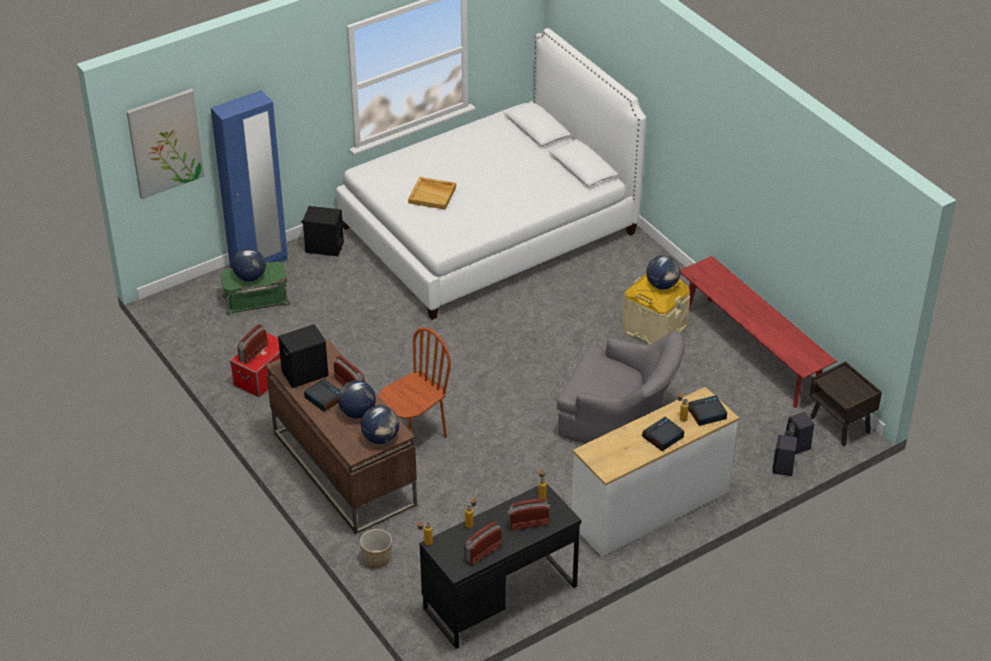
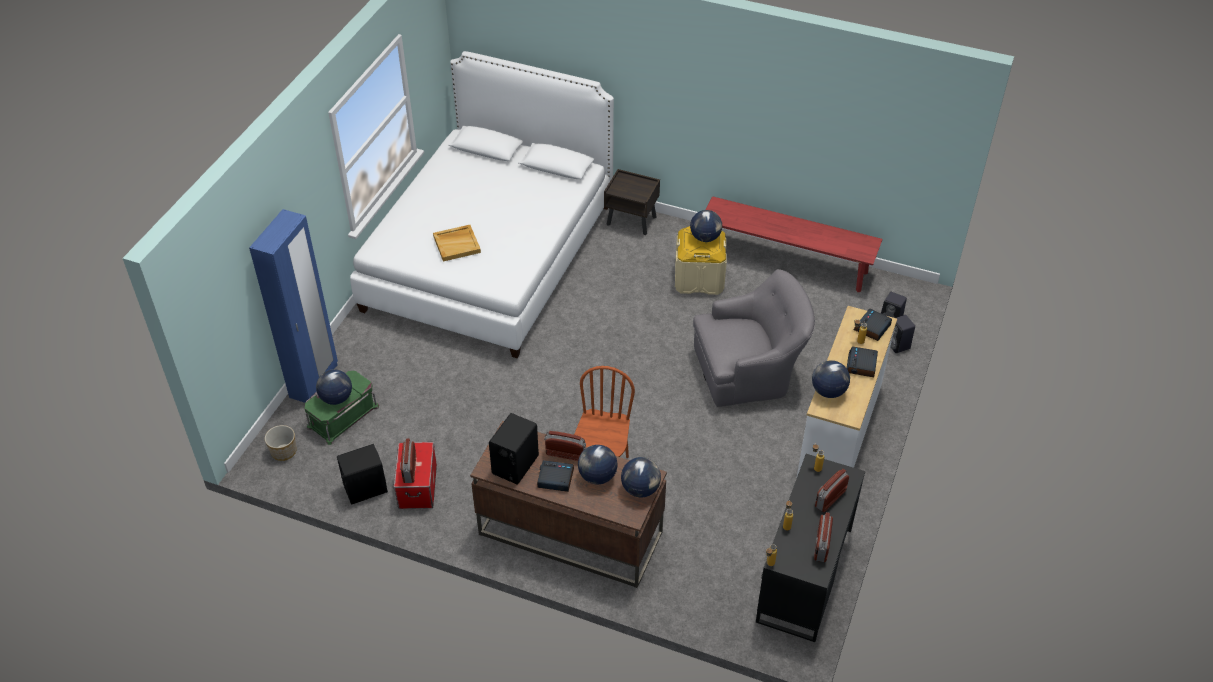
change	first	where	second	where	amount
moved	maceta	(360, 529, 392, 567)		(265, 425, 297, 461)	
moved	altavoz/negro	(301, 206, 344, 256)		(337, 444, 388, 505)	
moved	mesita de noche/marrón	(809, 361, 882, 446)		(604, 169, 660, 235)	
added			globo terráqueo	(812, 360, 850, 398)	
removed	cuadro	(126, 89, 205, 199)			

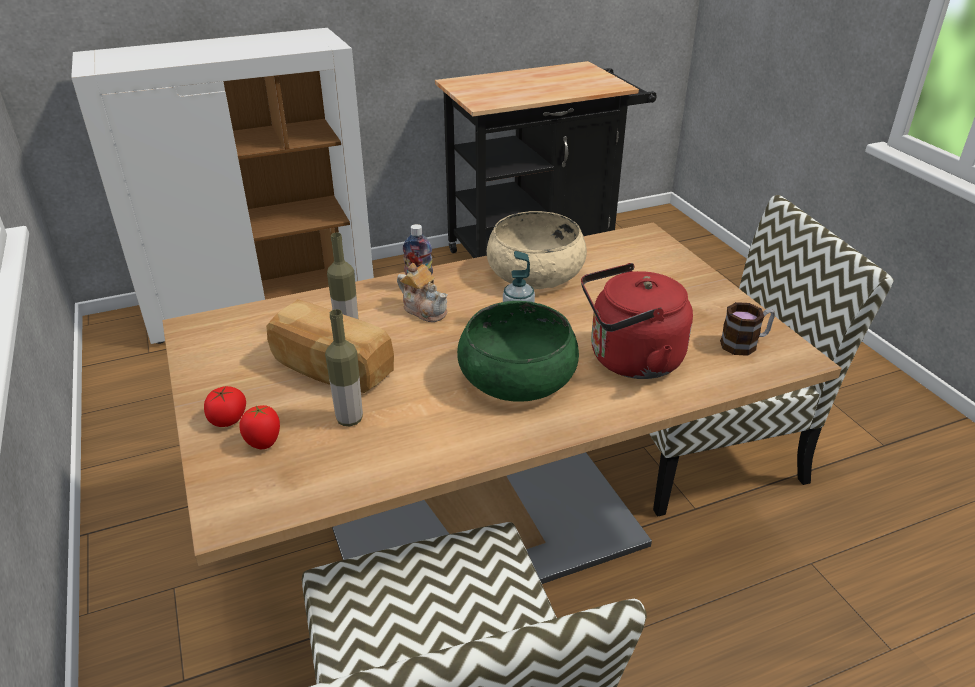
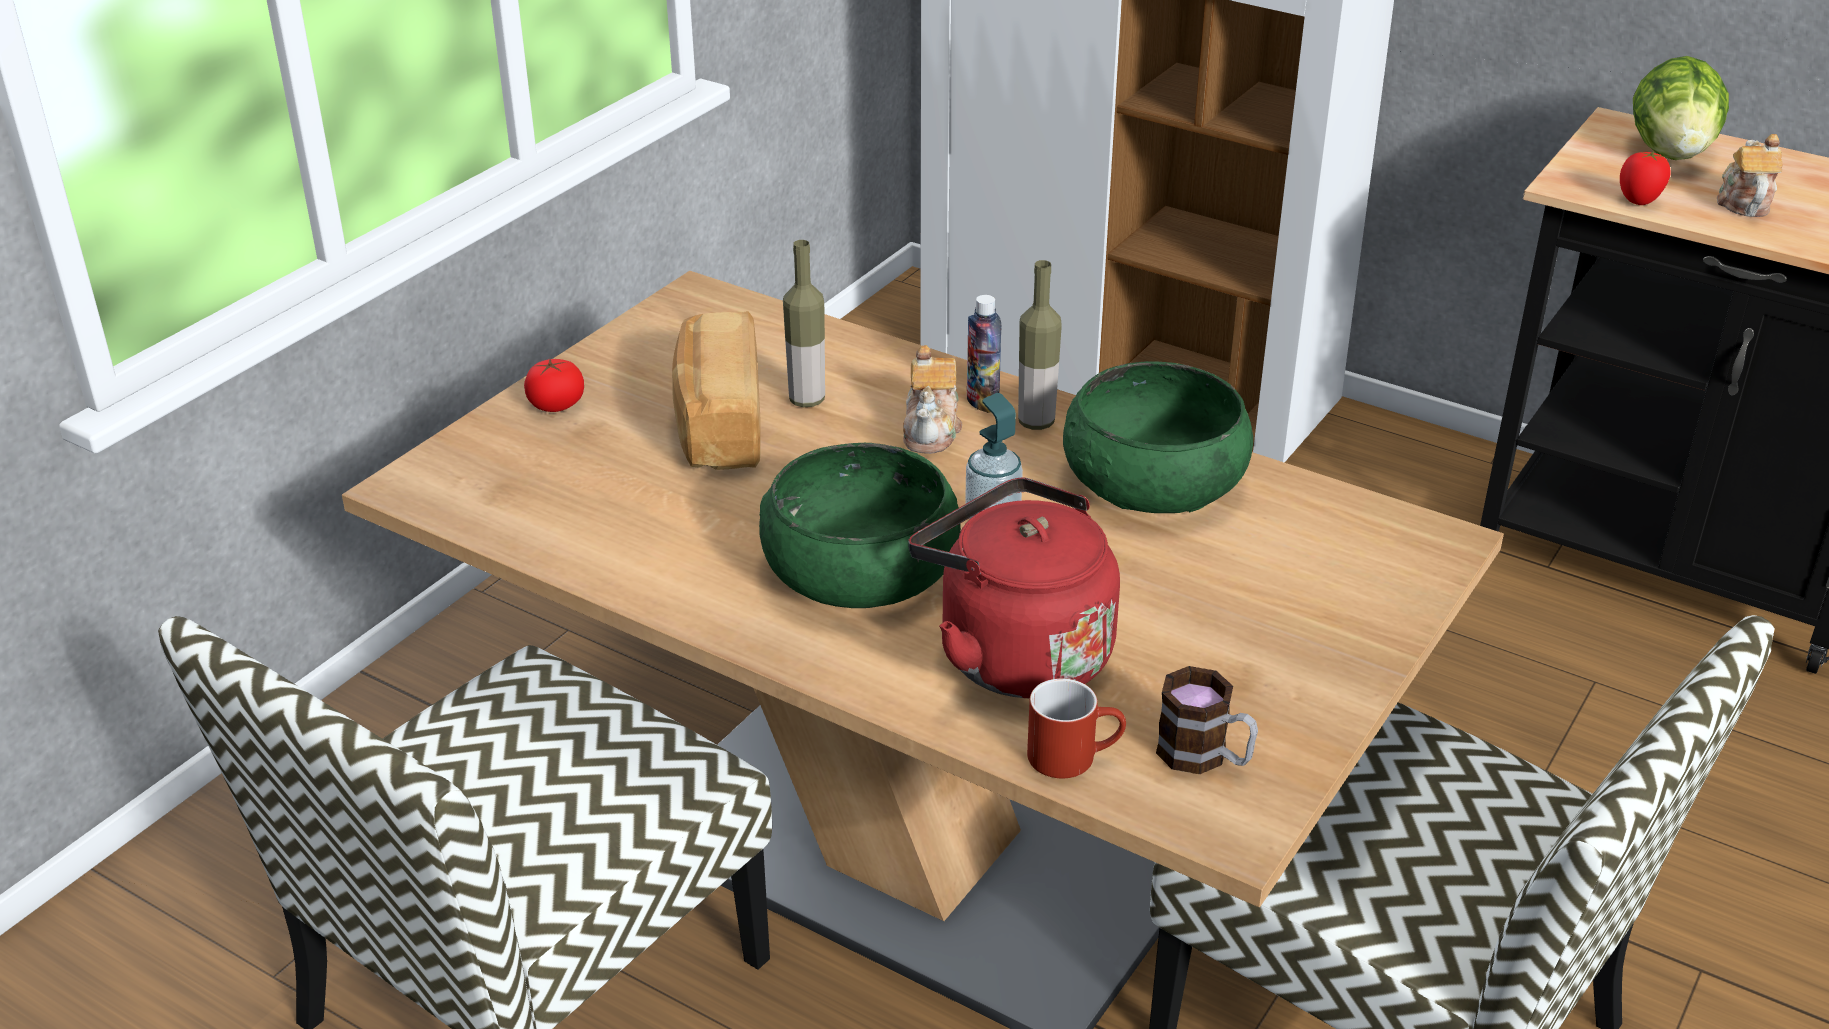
change	first	where	second	where	amount
moved	botella	(325, 309, 363, 426)		(1018, 260, 1062, 430)	
added			taza grande/rojo	(1027, 678, 1126, 778)	
recoloured	cuenco/beis	(487, 211, 587, 289)	cuenco/verde	(1063, 361, 1253, 513)	
moved	tomate	(239, 405, 280, 449)		(1620, 151, 1671, 205)	
added			lechuga	(1633, 56, 1729, 160)	
added			tetera	(1717, 134, 1782, 217)	

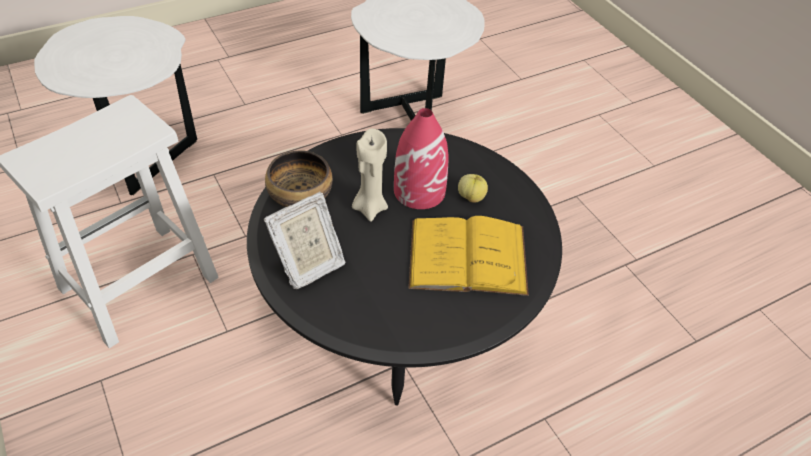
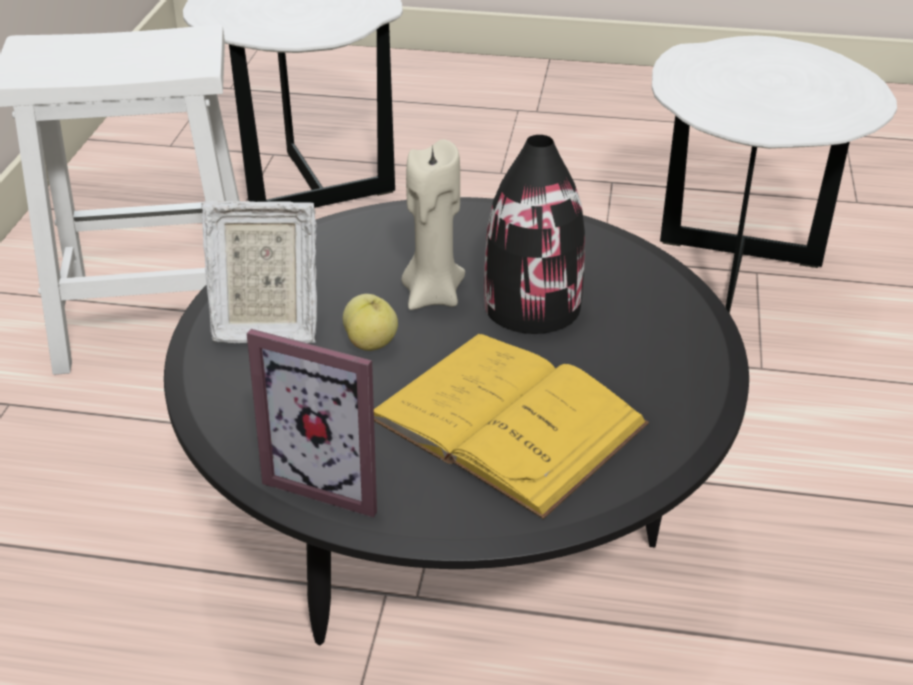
change	first	where	second	where	amount
added			portarretratos	(247, 329, 377, 518)	
moved	manzana	(458, 174, 488, 203)		(343, 294, 398, 351)	
recoloured	florero/rojo	(394, 108, 449, 209)	florero/negro	(484, 135, 585, 334)	
removed	cuenco	(265, 150, 333, 207)			

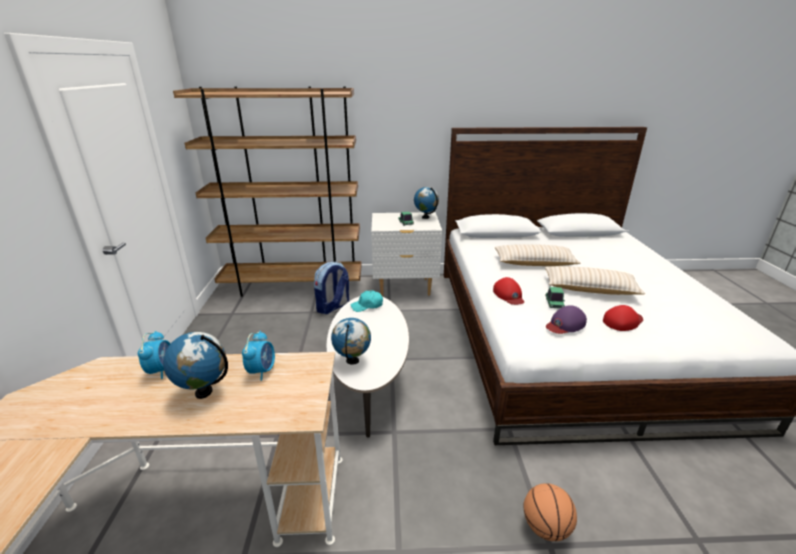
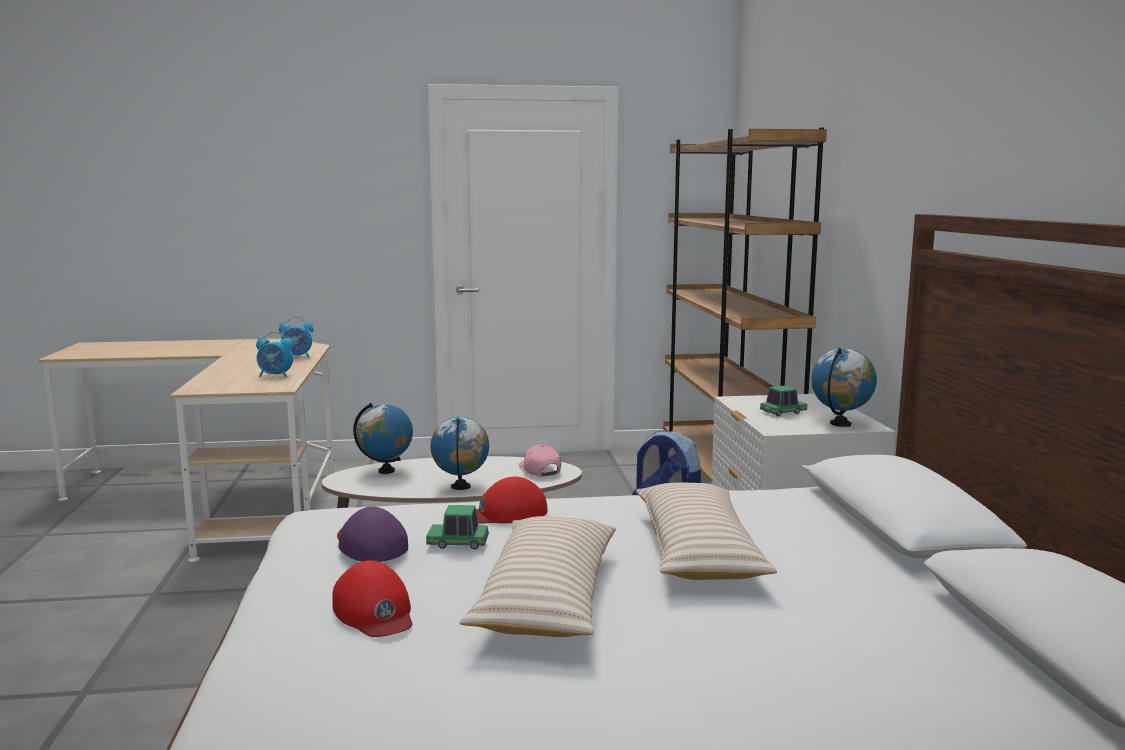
change	first	where	second	where	amount
moved	globo terráqueo	(163, 332, 228, 399)		(431, 417, 489, 490)	
recoloured	gorra/turquesa	(351, 291, 383, 312)	gorra/rosa	(519, 445, 561, 477)	
removed	balón de baloncesto	(523, 483, 577, 541)			

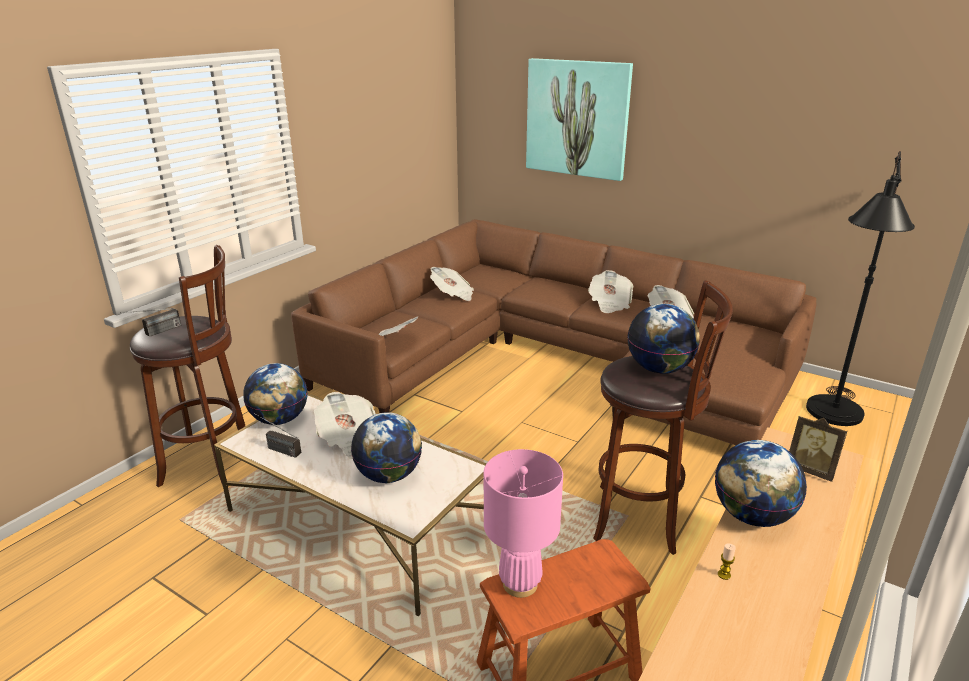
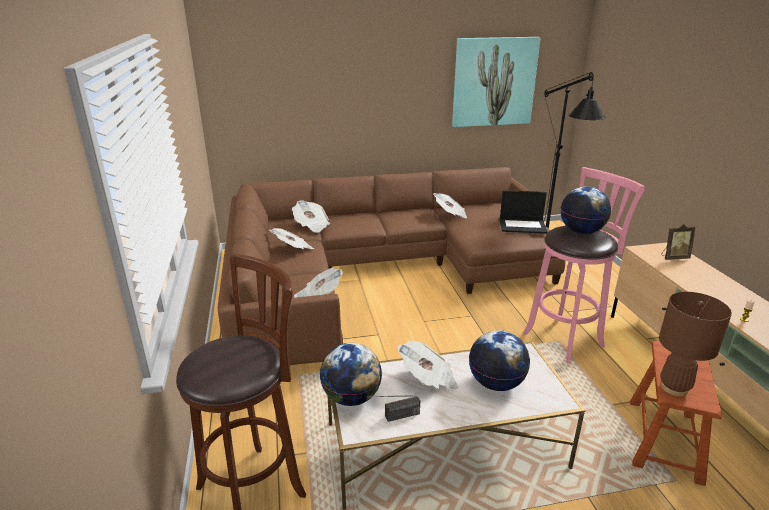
change	first	where	second	where	amount
moved	periódico	(588, 270, 633, 313)		(292, 200, 330, 233)	
moved	cuadro	(526, 58, 633, 181)		(452, 37, 541, 127)	
added			portátil	(500, 190, 548, 234)	
recoloured	taburete/marrón	(593, 280, 733, 555)	taburete/rosa	(523, 167, 645, 363)	
recoloured	lámpara de mesa/rosa	(484, 449, 563, 598)	lámpara de mesa/marrón	(659, 292, 732, 397)	
removed	radio	(120, 308, 181, 337)			
removed	globo terráqueo	(715, 440, 807, 527)			

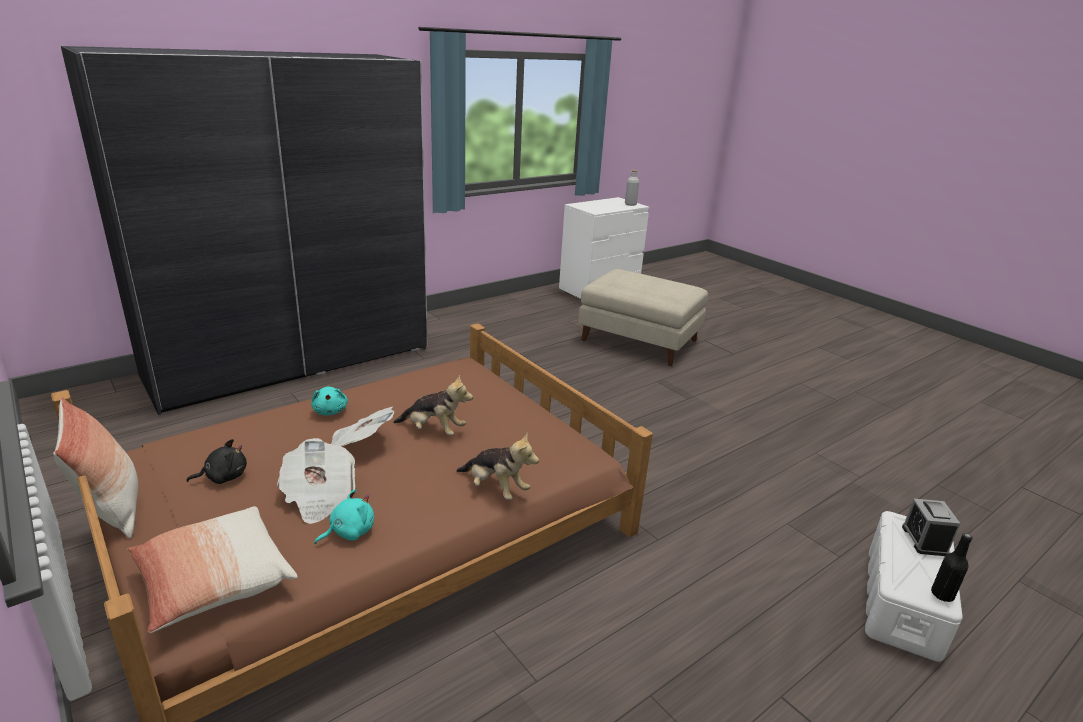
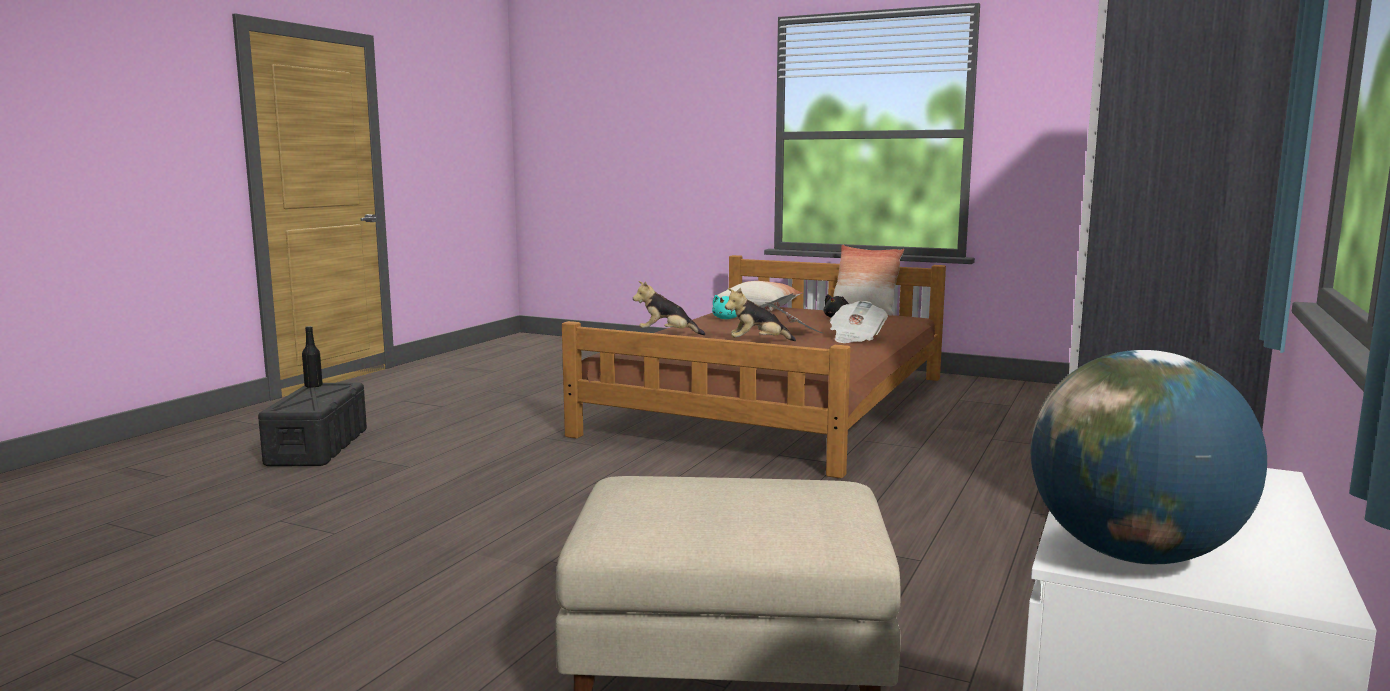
change	first	where	second	where	amount
recoloured	caja de almacenaje/blanco	(865, 511, 963, 662)	caja de almacenaje/negro	(258, 383, 367, 466)	
replaced	peluche/turquesa	(311, 387, 348, 415)	periódico	(829, 301, 888, 343)	
replaced	botella/gris	(625, 170, 639, 206)	globo terráqueo	(1031, 350, 1267, 564)	
removed	despertador	(902, 499, 961, 556)			

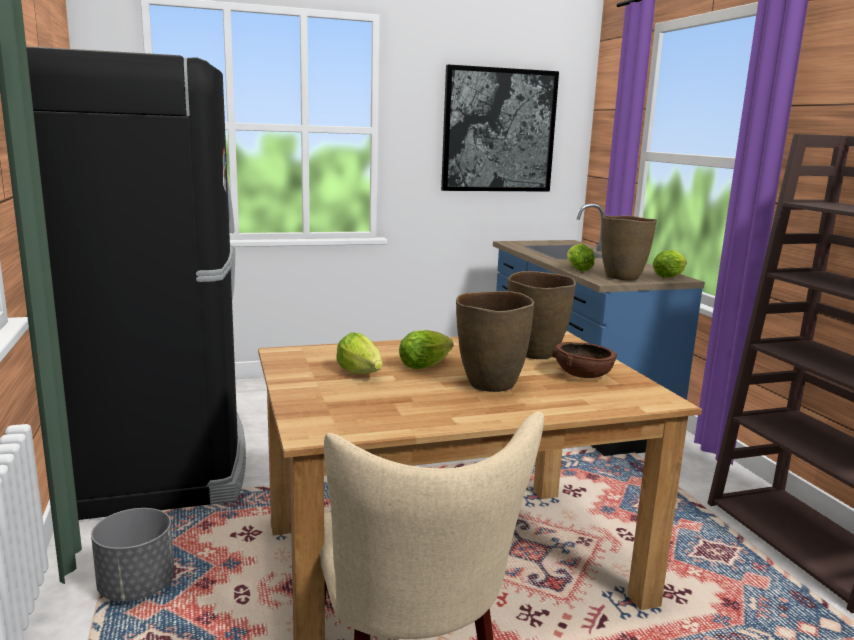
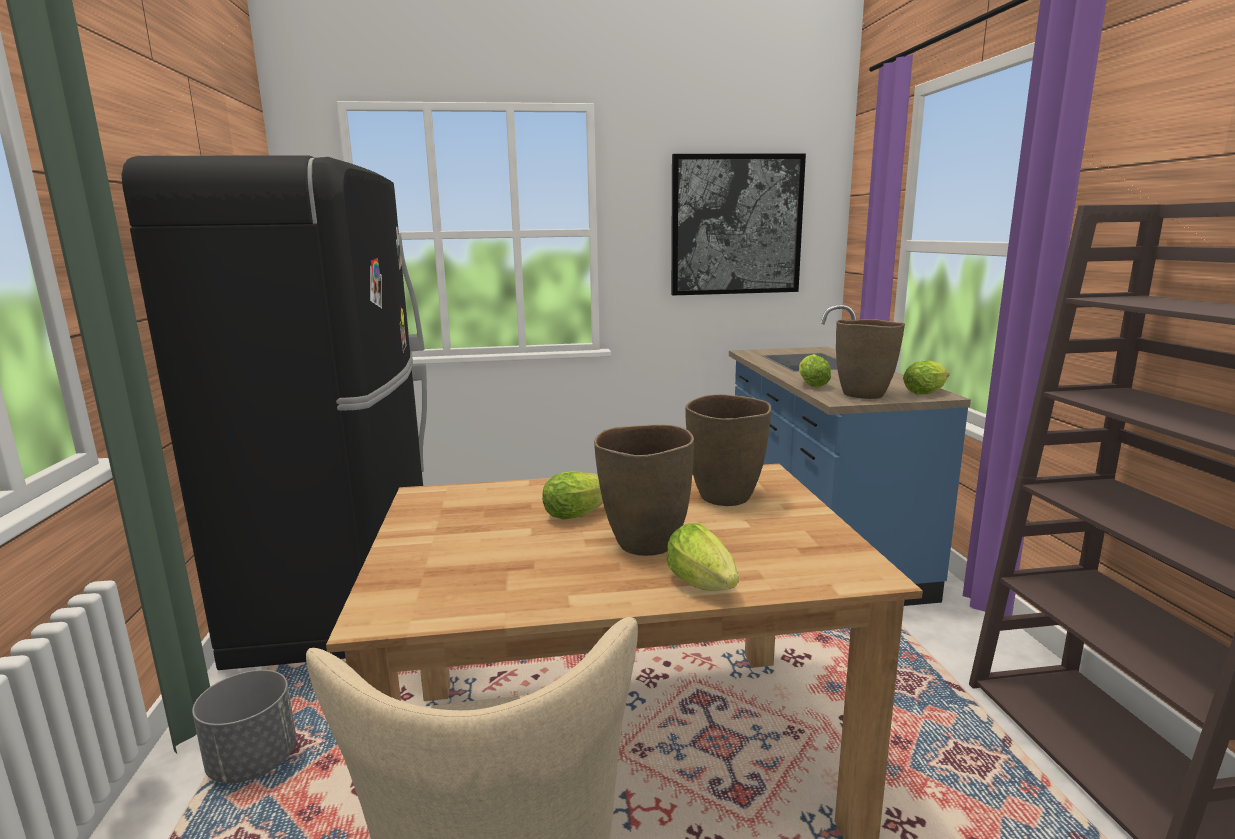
change	first	where	second	where	amount
moved	lechuga	(336, 332, 383, 375)		(667, 523, 739, 591)	
removed	cuenco/marrón	(552, 342, 617, 378)			

